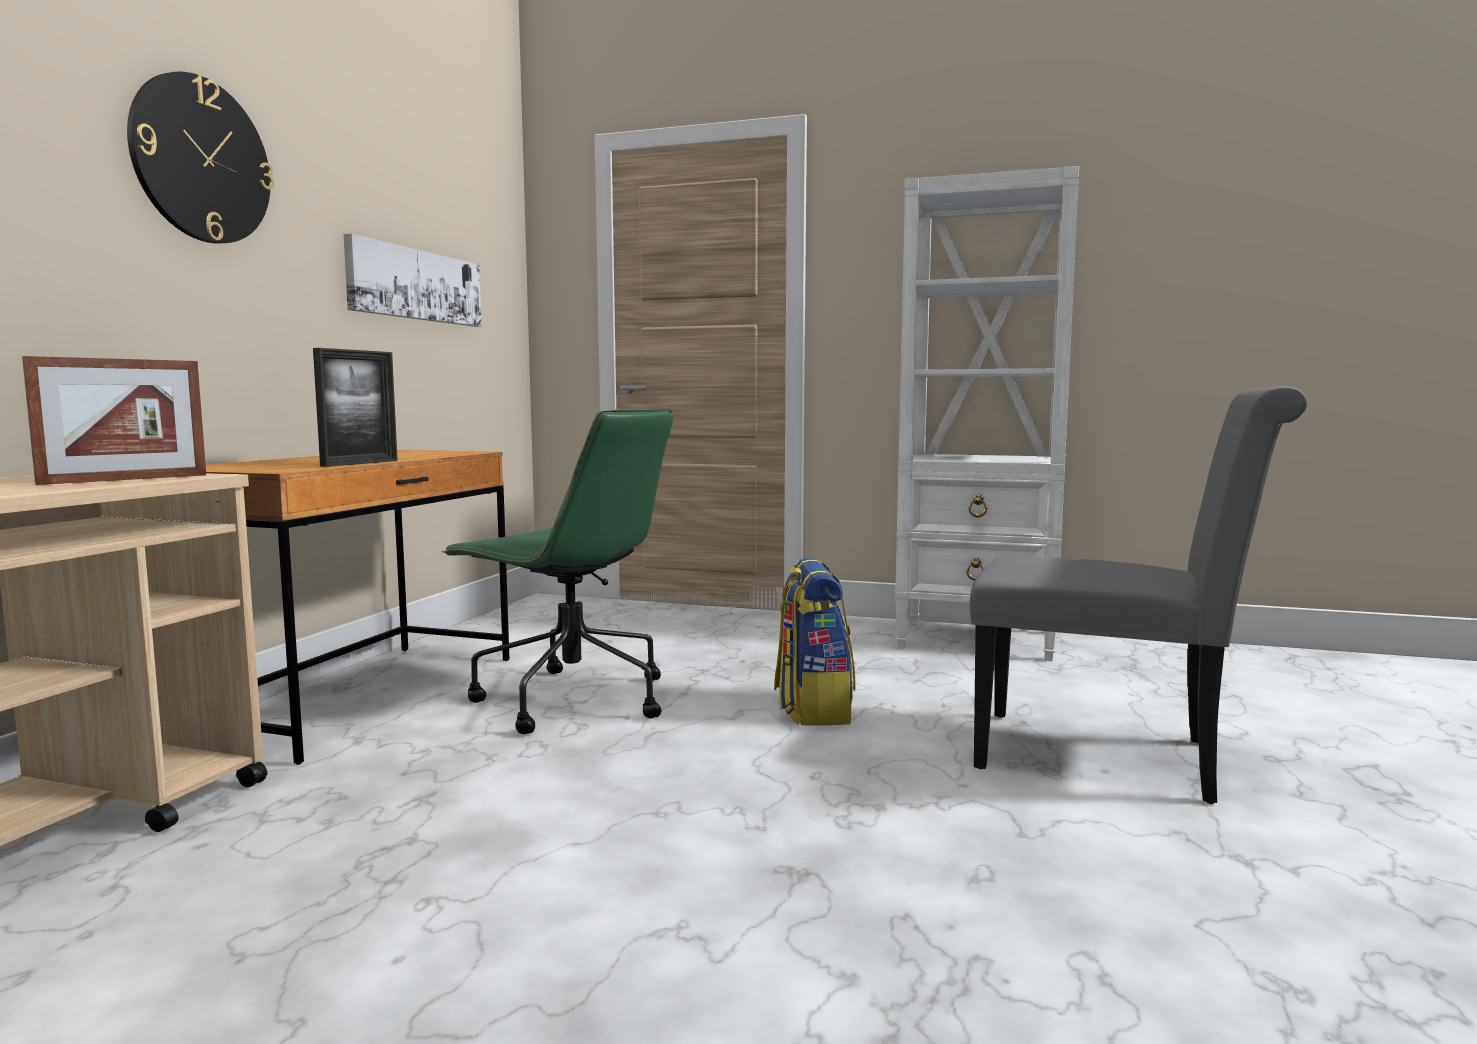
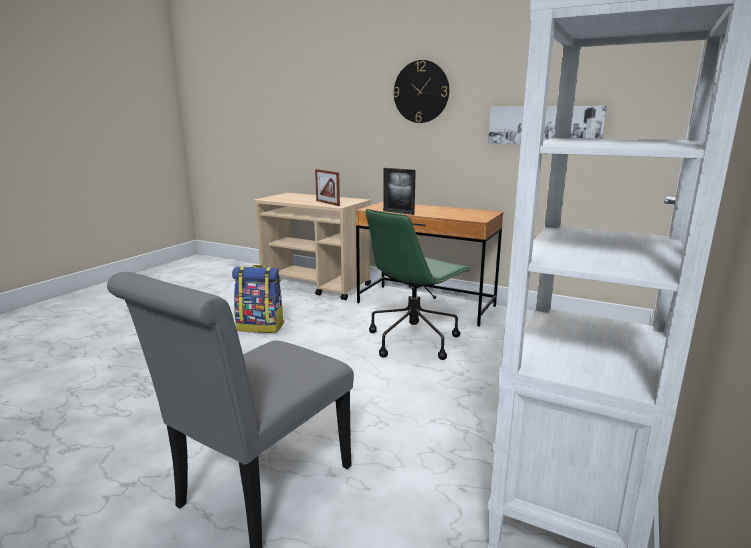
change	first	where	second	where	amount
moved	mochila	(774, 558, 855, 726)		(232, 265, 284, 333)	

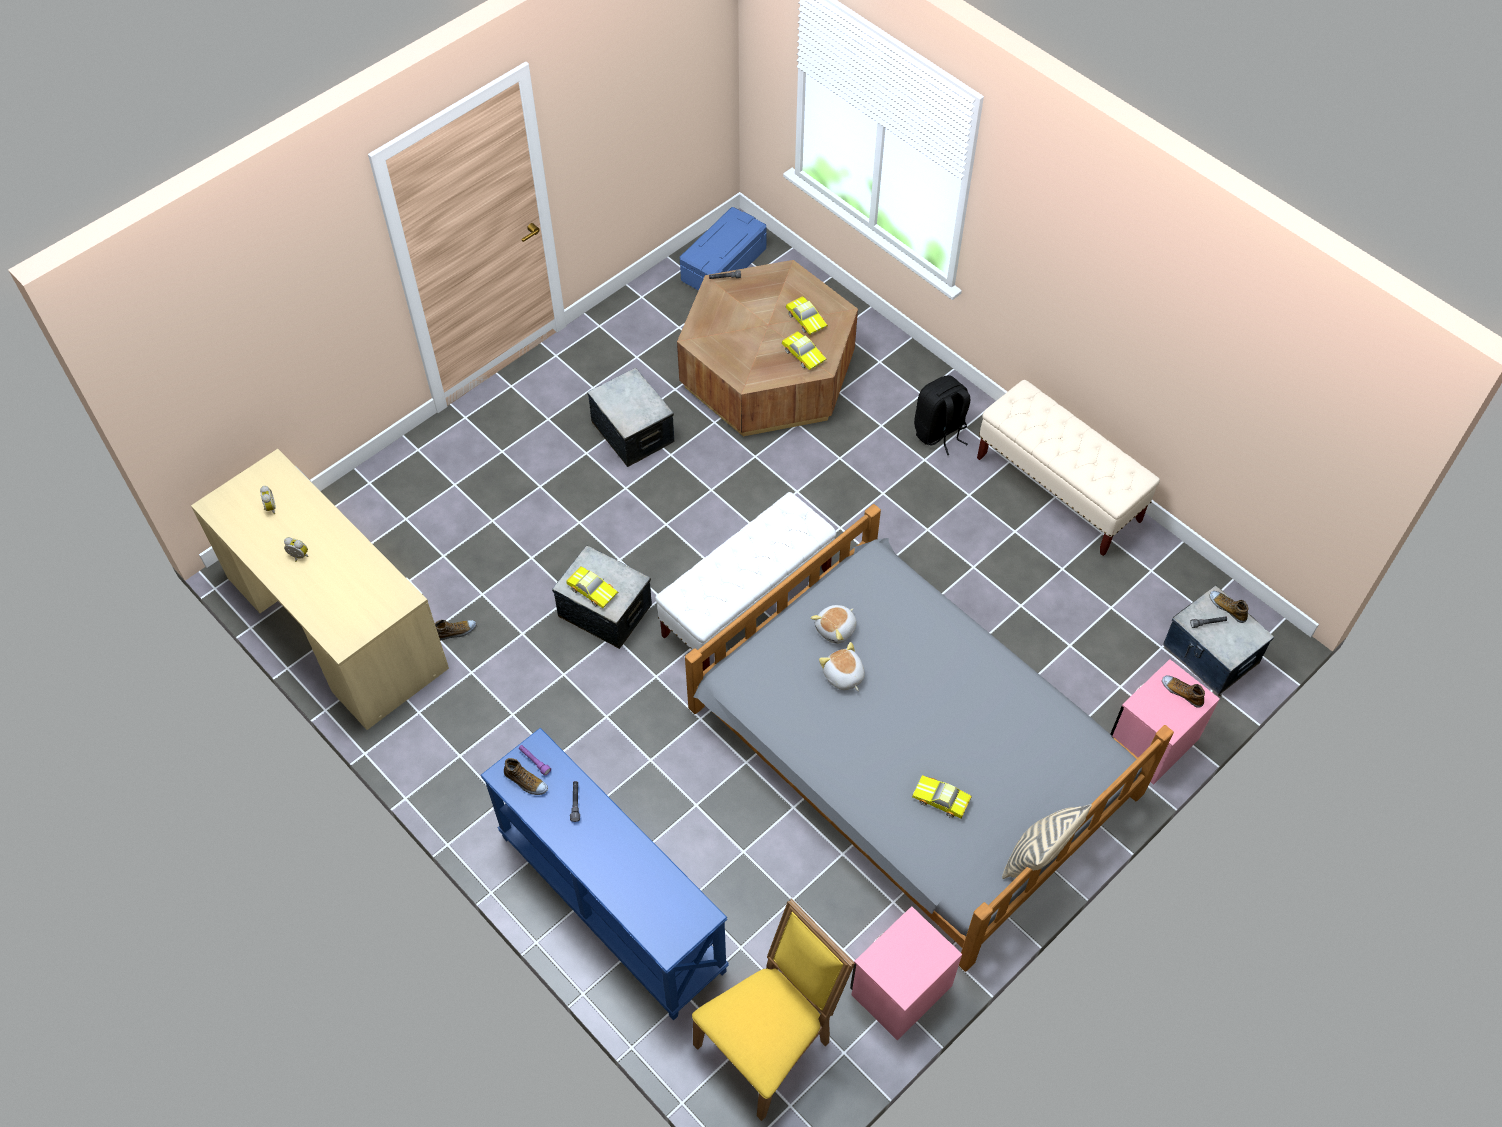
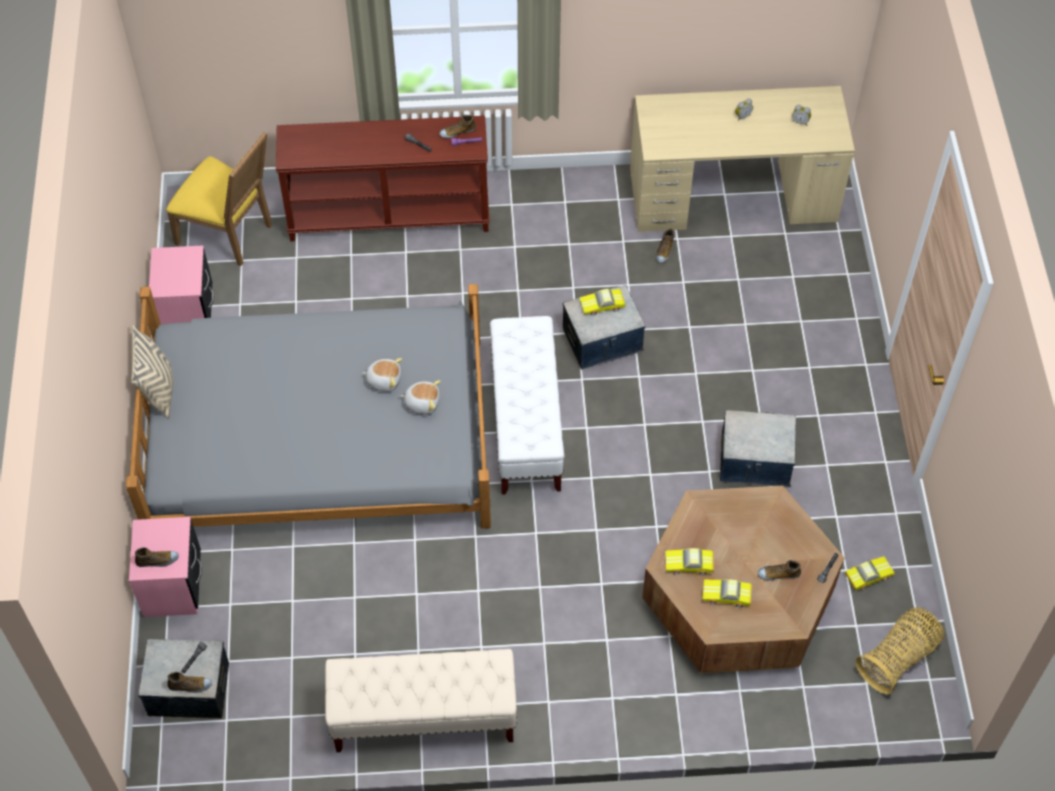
change	first	where	second	where	amount
turned	silla/amarillo	(692, 899, 855, 1121)		(166, 131, 272, 266)	60 degrees counterclockwise
recoloured	mesa consola/azul	(481, 728, 729, 1021)	mesa consola/marrón	(276, 116, 490, 241)	
turned	peluche	(811, 605, 857, 644)		(400, 380, 441, 415)	105 degrees clockwise
added			zapato	(758, 560, 801, 580)	
moved	coche de juguete	(912, 775, 971, 818)		(844, 556, 895, 591)	
replaced	caja de almacenaje/azul	(680, 207, 767, 291)	cesta	(855, 607, 945, 694)	
removed	mochila/negro	(914, 375, 970, 455)			

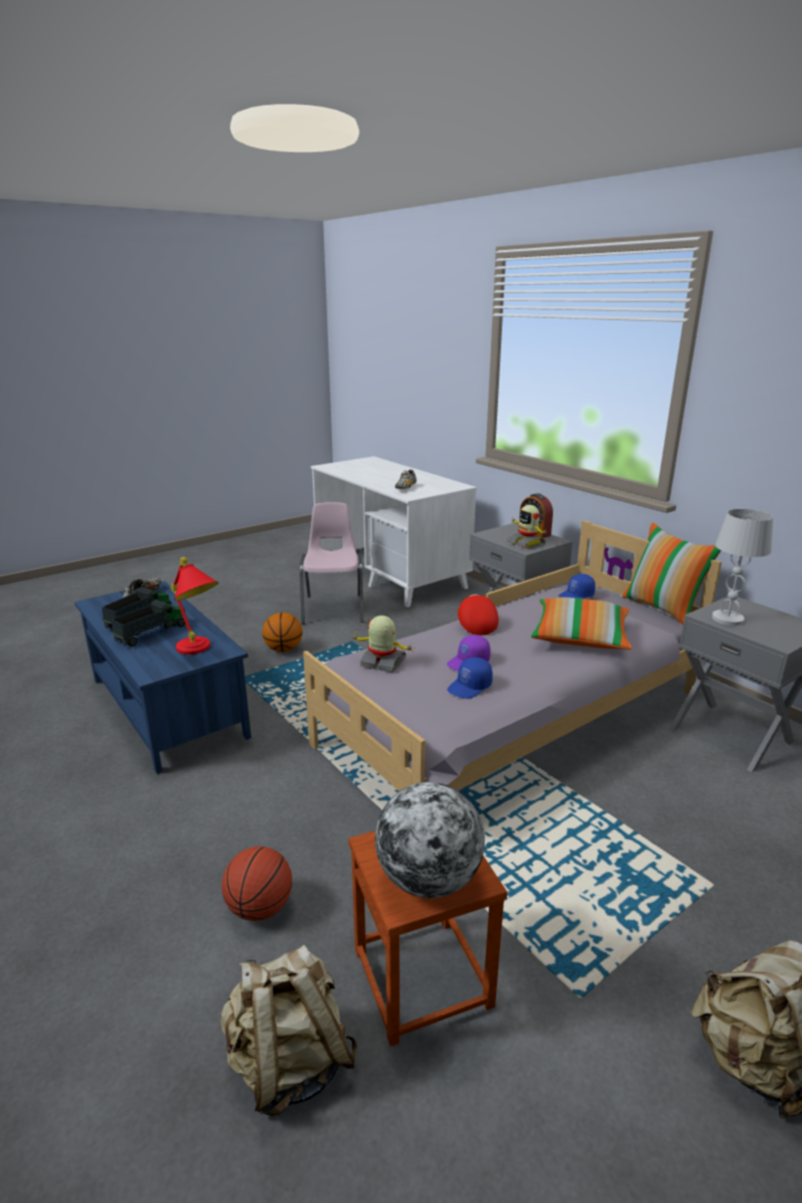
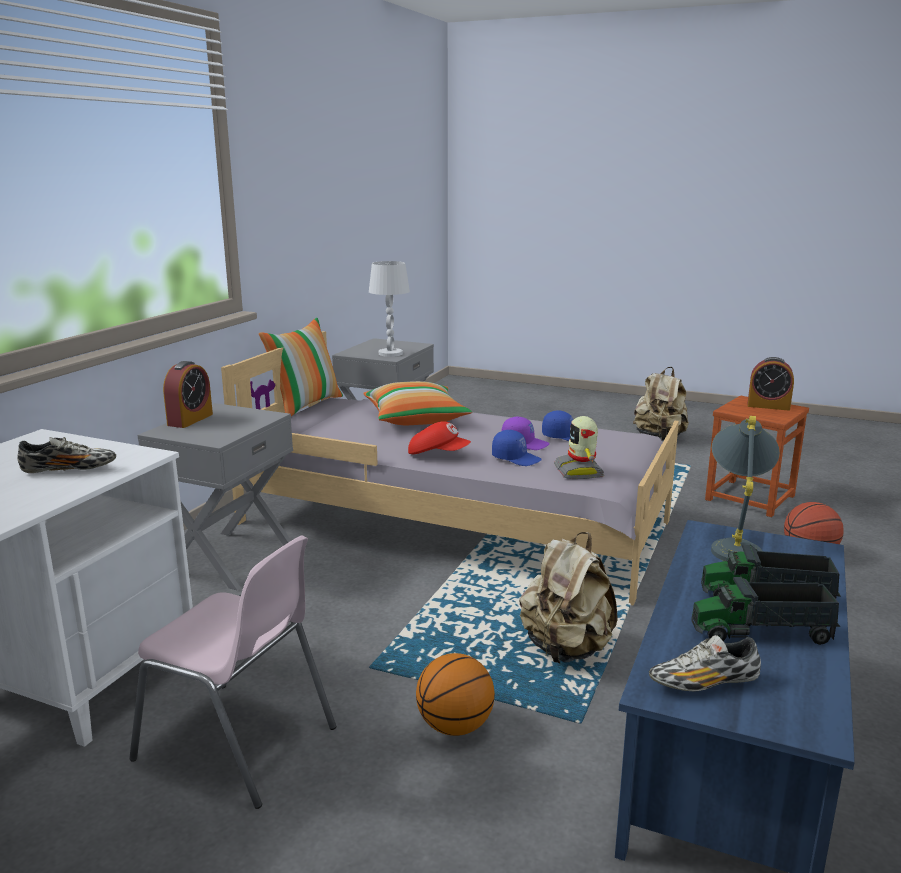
change	first	where	second	where	amount
turned	silla/rosa	(300, 502, 364, 624)		(129, 535, 336, 809)	120 degrees counterclockwise
turned	gorra/rojo	(458, 594, 499, 635)		(408, 421, 471, 454)	120 degrees counterclockwise
moved	gorra/azul	(558, 574, 595, 599)		(492, 430, 542, 466)	
moved	mochila/beis	(221, 945, 358, 1116)		(520, 532, 617, 663)	
recoloured	lámpara de mesa/rojo	(170, 557, 219, 655)	lámpara de mesa/gris	(711, 416, 780, 561)	
replaced	globo terráqueo	(375, 782, 485, 898)	despertador	(747, 357, 794, 411)	
removed	robot de juguete	(507, 505, 548, 549)			

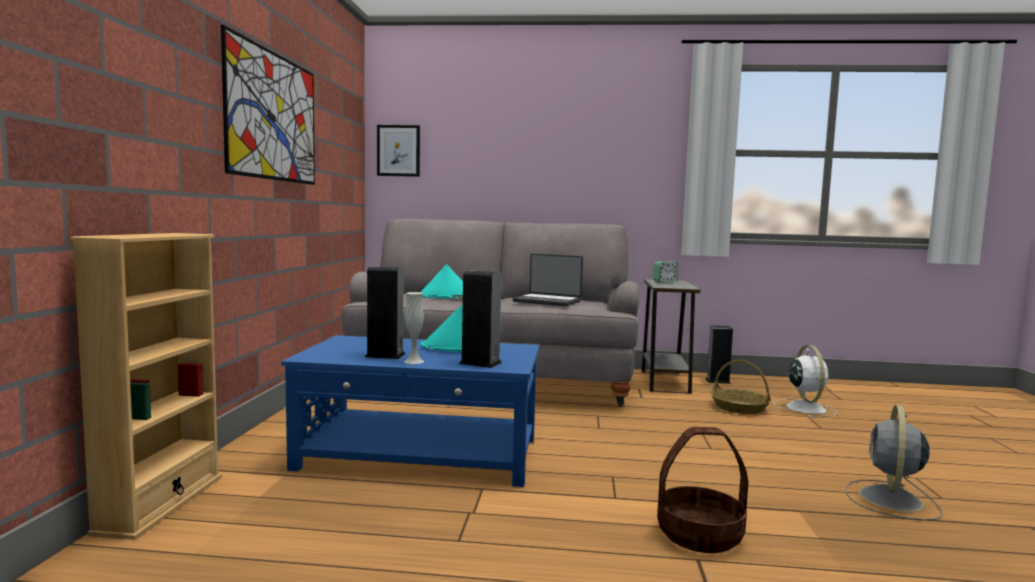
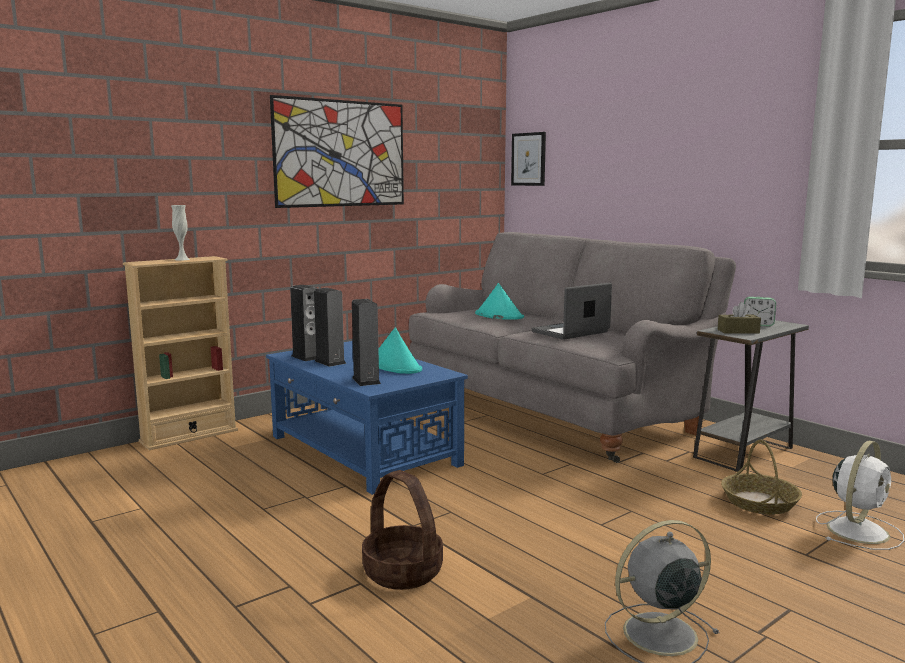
change	first	where	second	where	amount
moved	florero/blanco	(404, 292, 424, 364)		(171, 205, 190, 260)	
moved	altavoz	(706, 325, 733, 384)		(290, 285, 317, 361)	
turned	portátil	(513, 254, 583, 306)		(532, 283, 612, 340)	75 degrees clockwise
added			caja de pañuelos/marrón	(718, 302, 761, 334)	

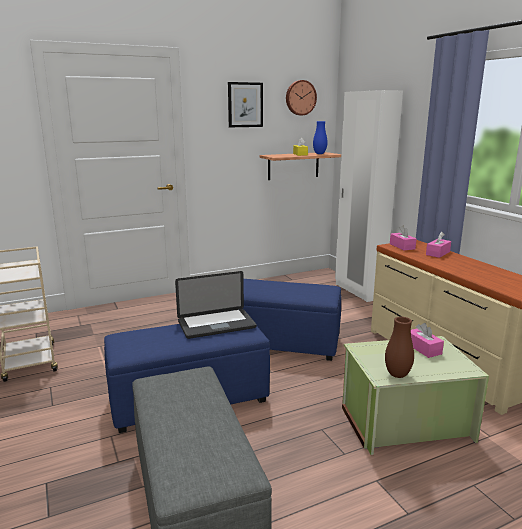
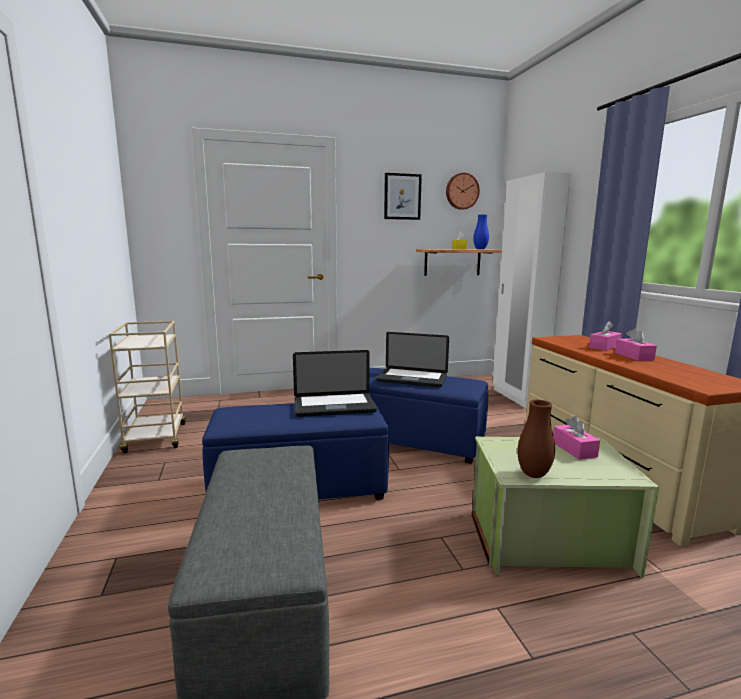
change	first	where	second	where	amount
added			portátil	(376, 332, 449, 387)	
moved	caja de pañuelos/rosa	(390, 226, 416, 251)		(615, 328, 657, 361)	

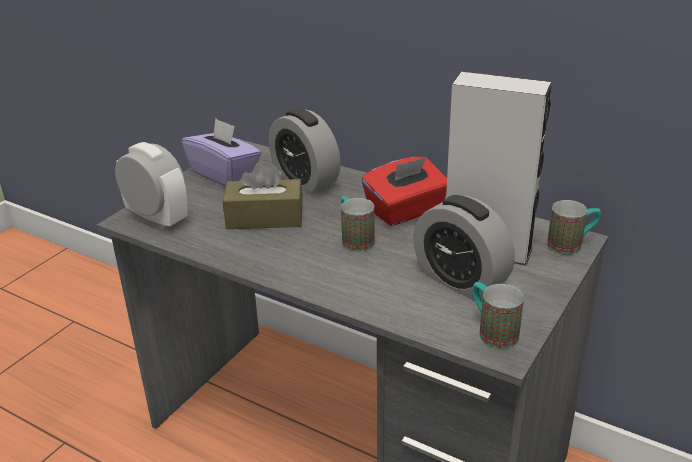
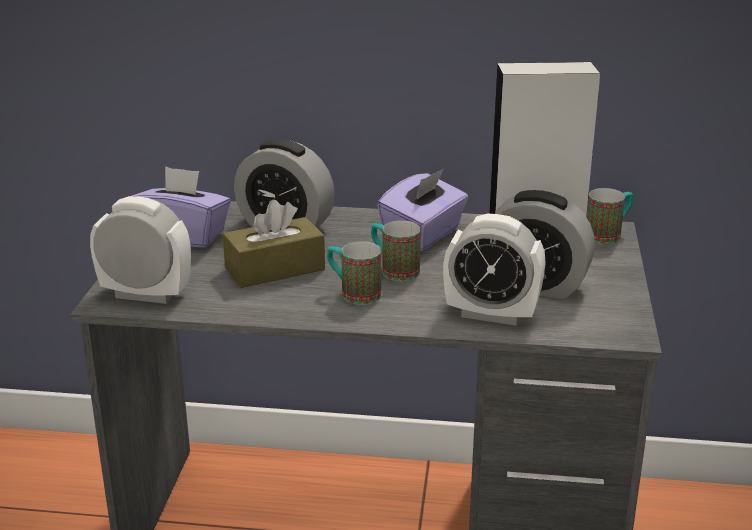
change	first	where	second	where	amount
moved	taza grande	(473, 282, 524, 349)		(327, 241, 381, 305)	
recoloured	caja de pañuelos/rojo	(361, 157, 447, 226)	caja de pañuelos/morado	(377, 169, 468, 251)	
added			despertador	(443, 214, 546, 326)	

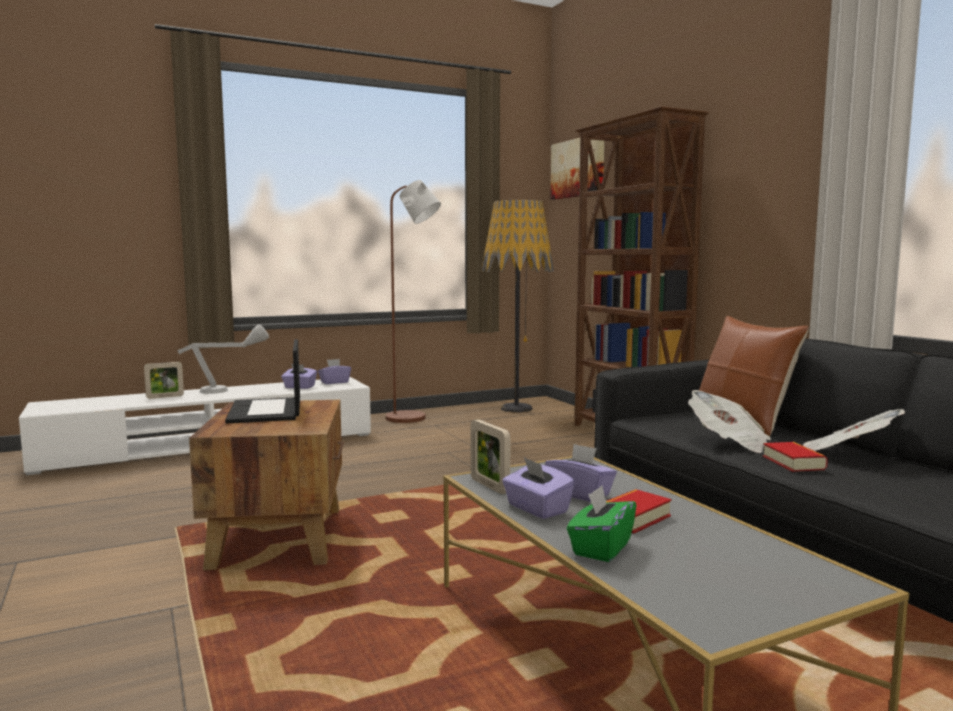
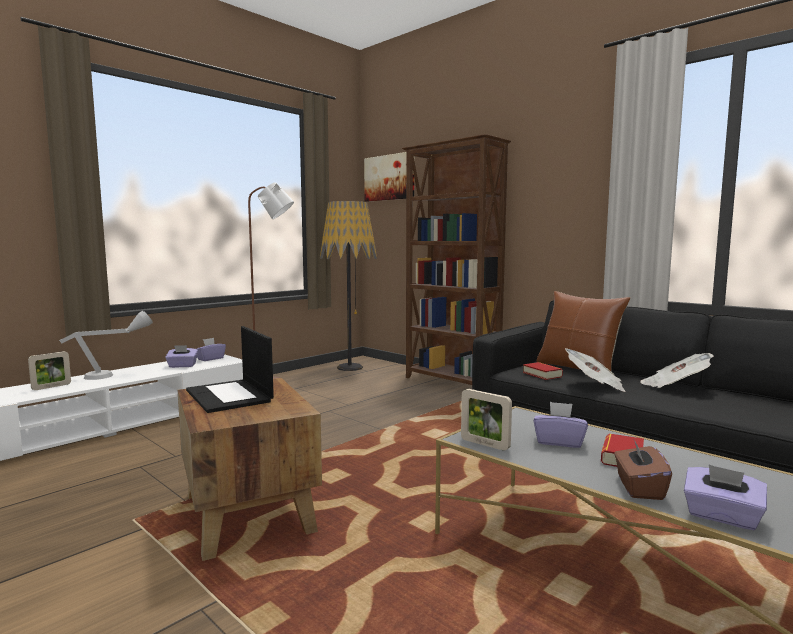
change	first	where	second	where	amount
moved	libro	(763, 442, 828, 472)		(523, 362, 563, 380)	
recoloured	caja de pañuelos/verde	(567, 485, 637, 562)	caja de pañuelos/marrón	(614, 440, 672, 500)	
moved	caja de pañuelos/morado	(502, 457, 575, 519)		(684, 465, 767, 530)	

